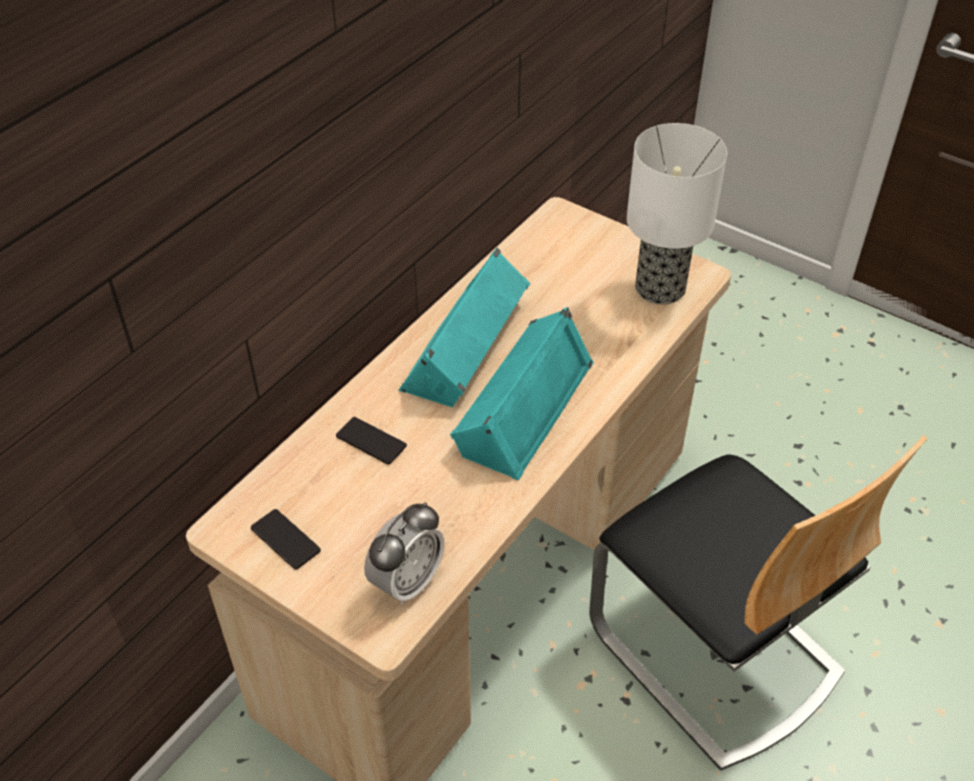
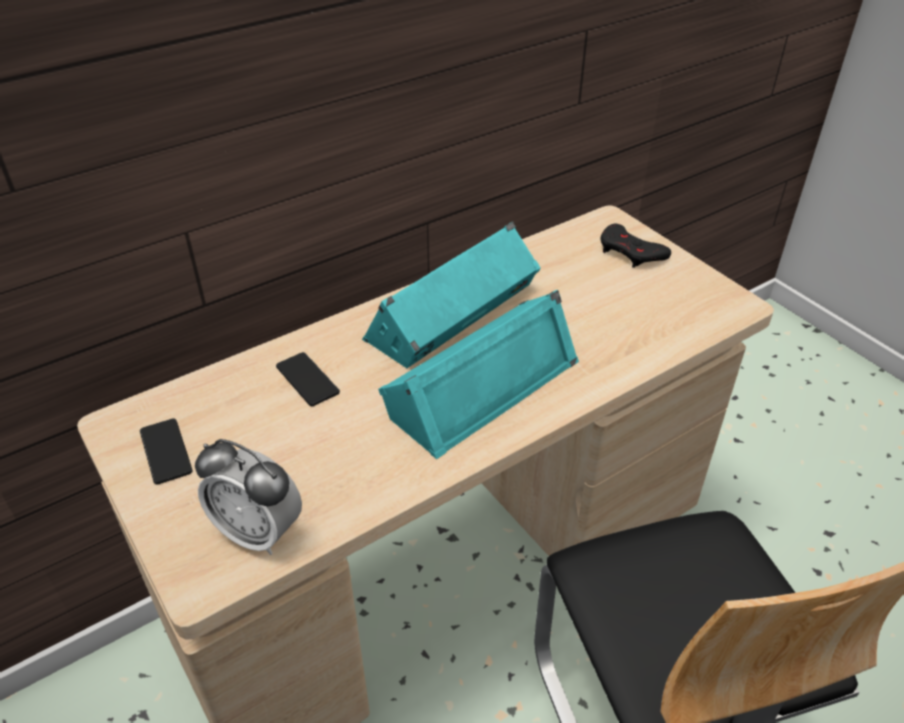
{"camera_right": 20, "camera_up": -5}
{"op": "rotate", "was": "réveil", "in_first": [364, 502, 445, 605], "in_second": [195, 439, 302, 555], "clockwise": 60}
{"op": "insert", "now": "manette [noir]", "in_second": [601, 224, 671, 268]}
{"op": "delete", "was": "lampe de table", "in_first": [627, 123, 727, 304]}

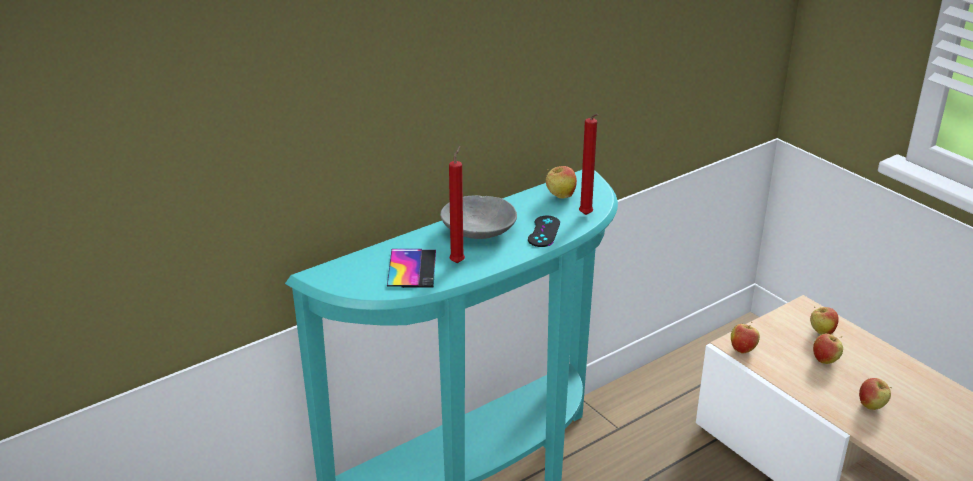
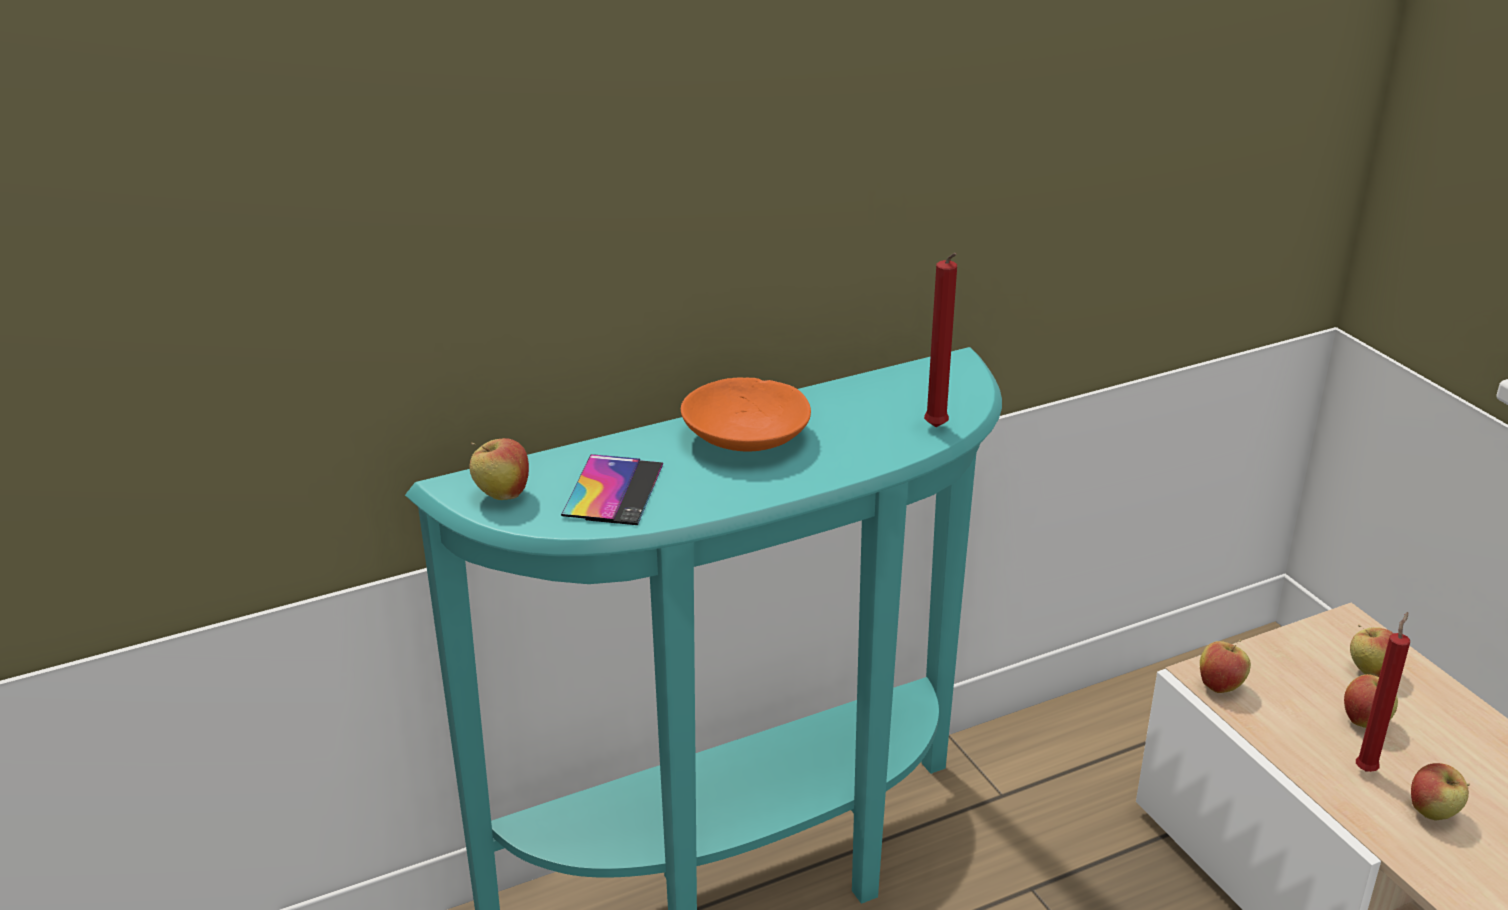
{"camera_right": 10, "camera_up": 0}
{"op": "move", "was": "pomme", "in_first": [546, 166, 577, 199], "in_second": [469, 438, 529, 500]}
{"op": "recolor", "was": "bol [gris]", "now": "bol [orange]", "in_first": [440, 195, 517, 239], "in_second": [681, 377, 811, 452]}
{"op": "move", "was": "bougie [rouge]", "in_first": [449, 146, 465, 263], "in_second": [1356, 612, 1410, 772]}
{"op": "delete", "was": "manette [noir]", "in_first": [528, 216, 560, 247]}

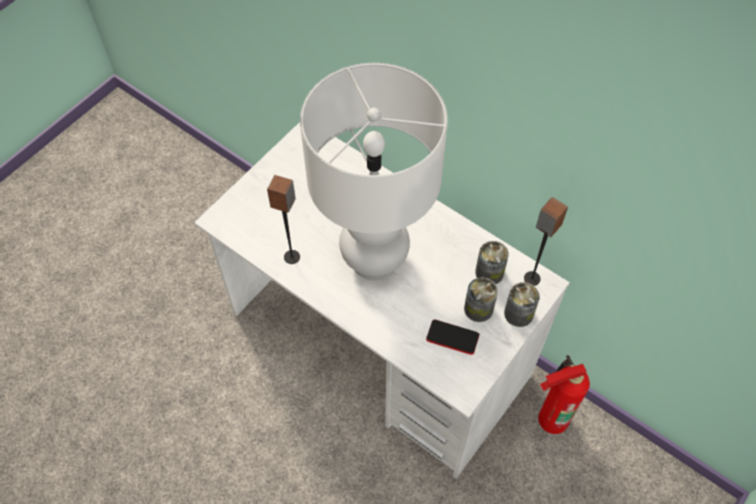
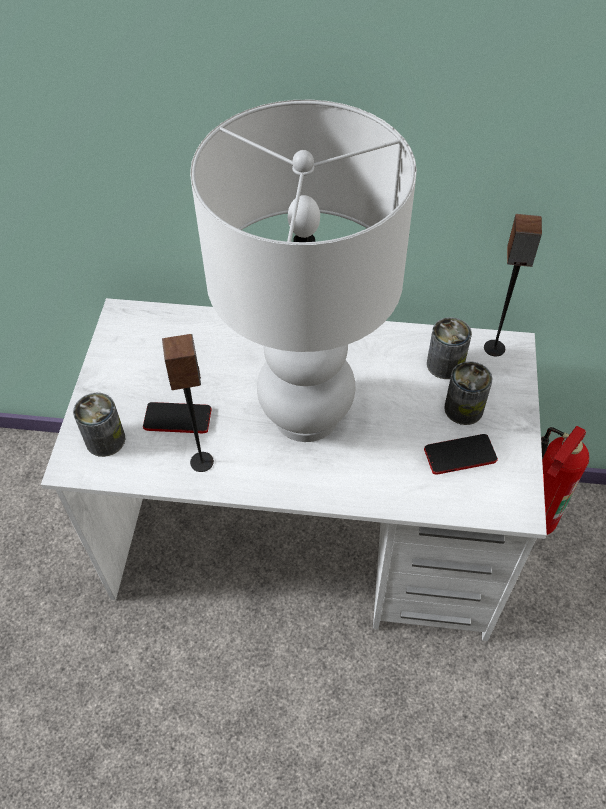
{"camera_right": -30, "camera_up": -5}
{"op": "move", "was": "boîte métallique", "in_first": [504, 282, 540, 327], "in_second": [73, 393, 125, 457]}
{"op": "insert", "now": "téléphone", "in_second": [143, 402, 212, 433]}

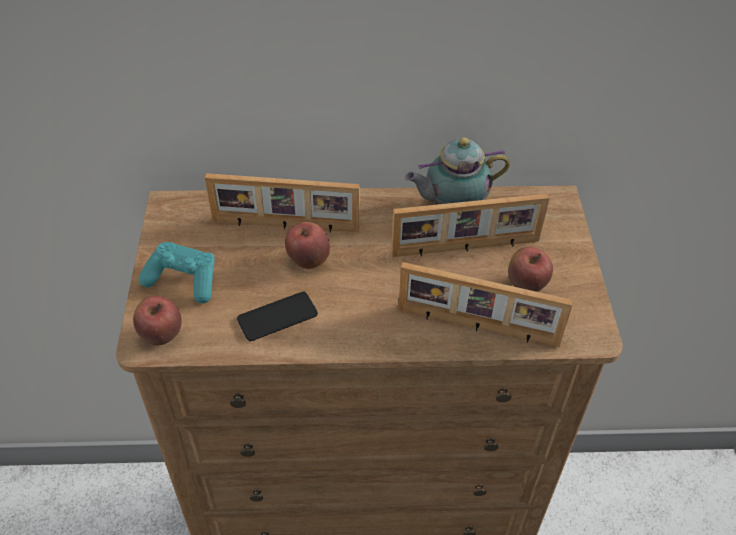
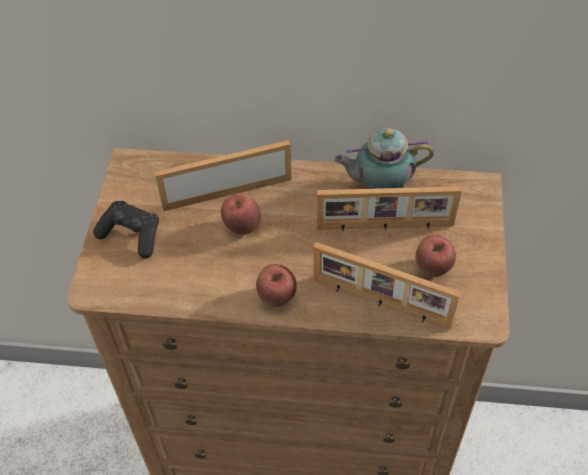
{"camera_right": 10, "camera_up": 5}
{"op": "recolor", "was": "manette [turquoise]", "now": "manette [noir]", "in_first": [139, 242, 215, 303], "in_second": [93, 201, 159, 259]}
{"op": "rotate", "was": "cadre photo", "in_first": [205, 173, 360, 233], "in_second": [154, 140, 292, 211], "clockwise": 150}
{"op": "move", "was": "pomme", "in_first": [133, 296, 182, 346], "in_second": [256, 264, 297, 307]}
{"op": "delete", "was": "téléphone", "in_first": [237, 292, 318, 341]}

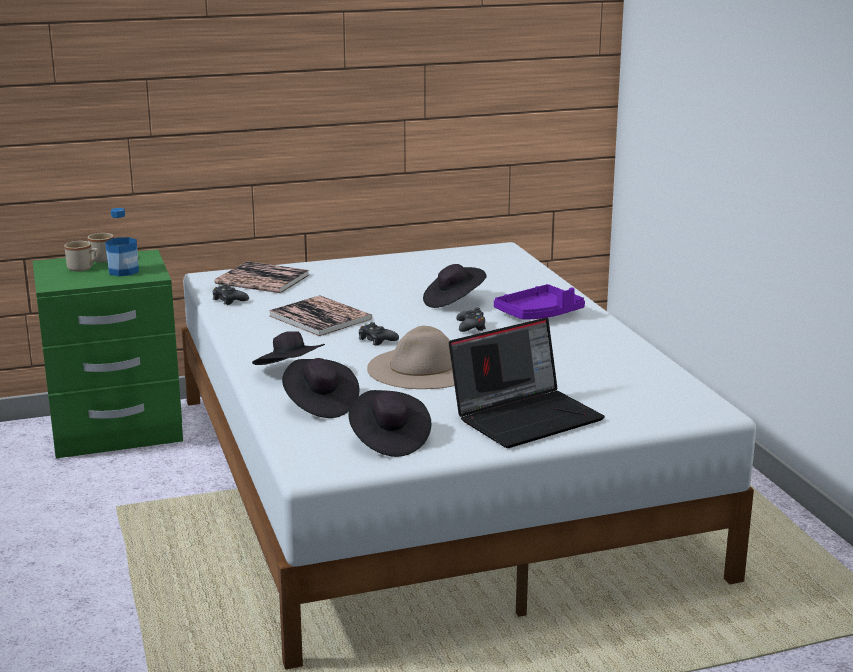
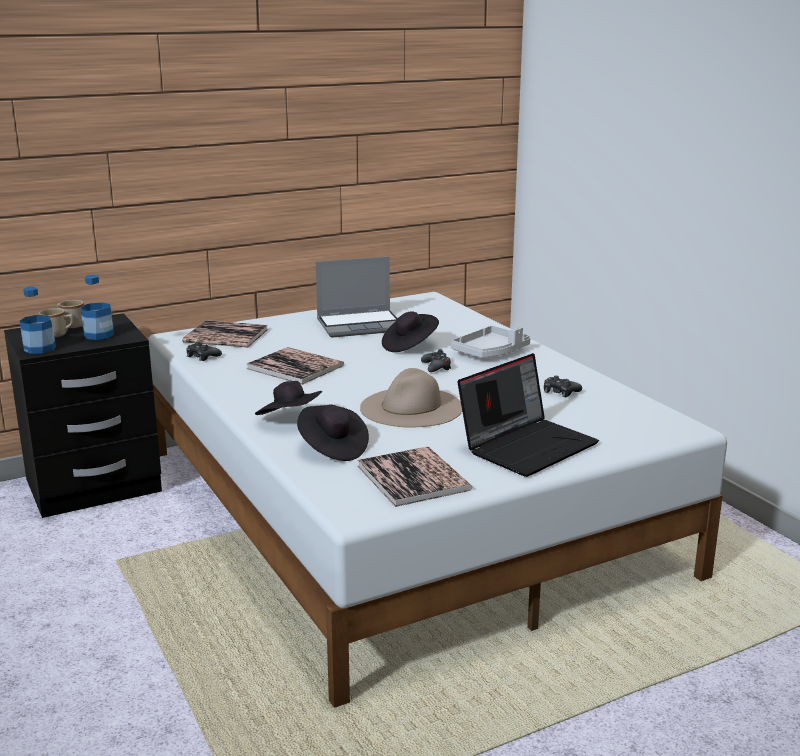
{"camera_right": -10, "camera_up": 0}
{"op": "recolor", "was": "table de chevet [vert]", "now": "table de chevet [noir]", "in_first": [33, 249, 183, 458], "in_second": [4, 313, 162, 518]}
{"op": "insert", "now": "bouteille", "in_second": [20, 286, 56, 354]}
{"op": "insert", "now": "ordinateur portable", "in_second": [316, 257, 398, 338]}
{"op": "replace", "was": "chapeau [noir]", "now": "livre", "in_first": [349, 390, 431, 457], "in_second": [358, 447, 472, 507]}
{"op": "recolor", "was": "plateau [violet]", "now": "plateau [gris]", "in_first": [494, 284, 585, 320], "in_second": [451, 326, 531, 358]}
{"op": "move", "was": "manette [noir]", "in_first": [359, 322, 399, 346], "in_second": [544, 376, 582, 397]}

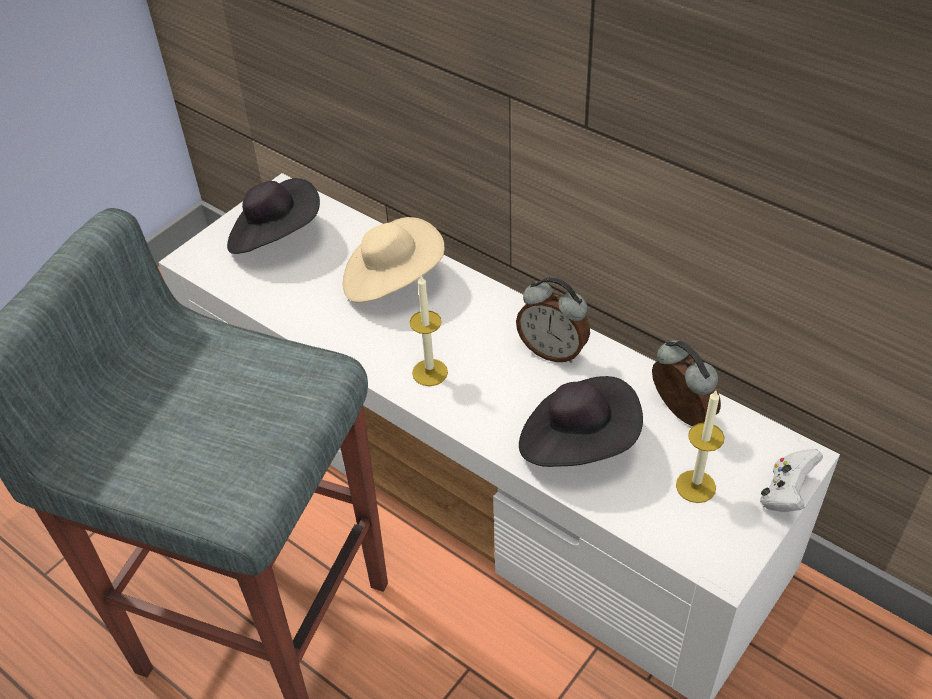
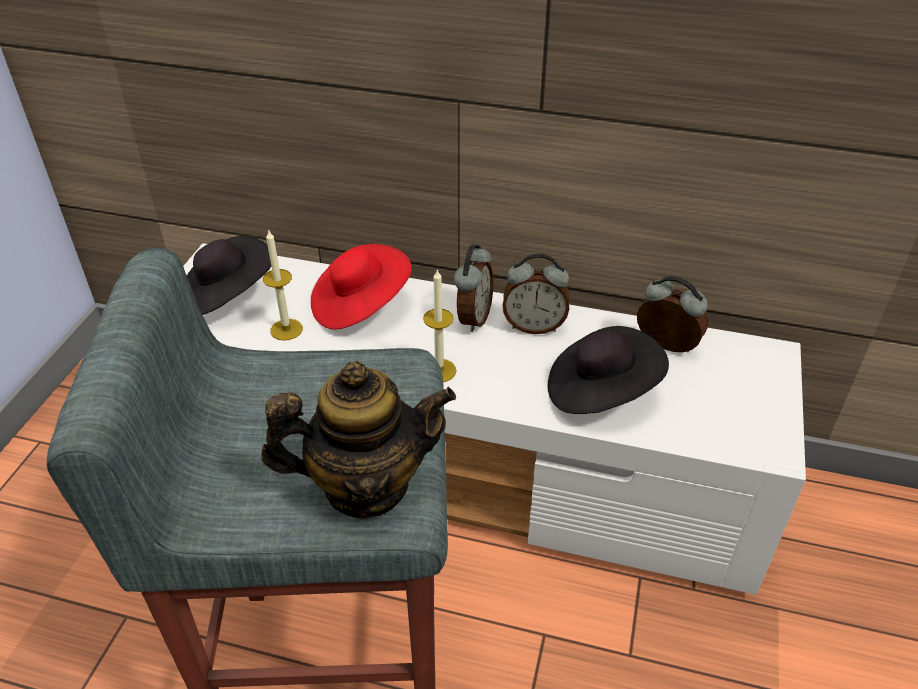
{"camera_right": -25, "camera_up": -5}
{"op": "insert", "now": "théière", "in_second": [262, 361, 456, 519]}
{"op": "move", "was": "bougie", "in_first": [676, 391, 724, 503], "in_second": [263, 229, 303, 341]}
{"op": "recolor", "was": "chapeau [beige]", "now": "chapeau [rouge]", "in_first": [343, 217, 445, 302], "in_second": [311, 244, 412, 329]}
{"op": "insert", "now": "réveil", "in_second": [454, 245, 494, 332]}
{"op": "delete", "was": "manette [blanc]", "in_first": [760, 449, 823, 512]}

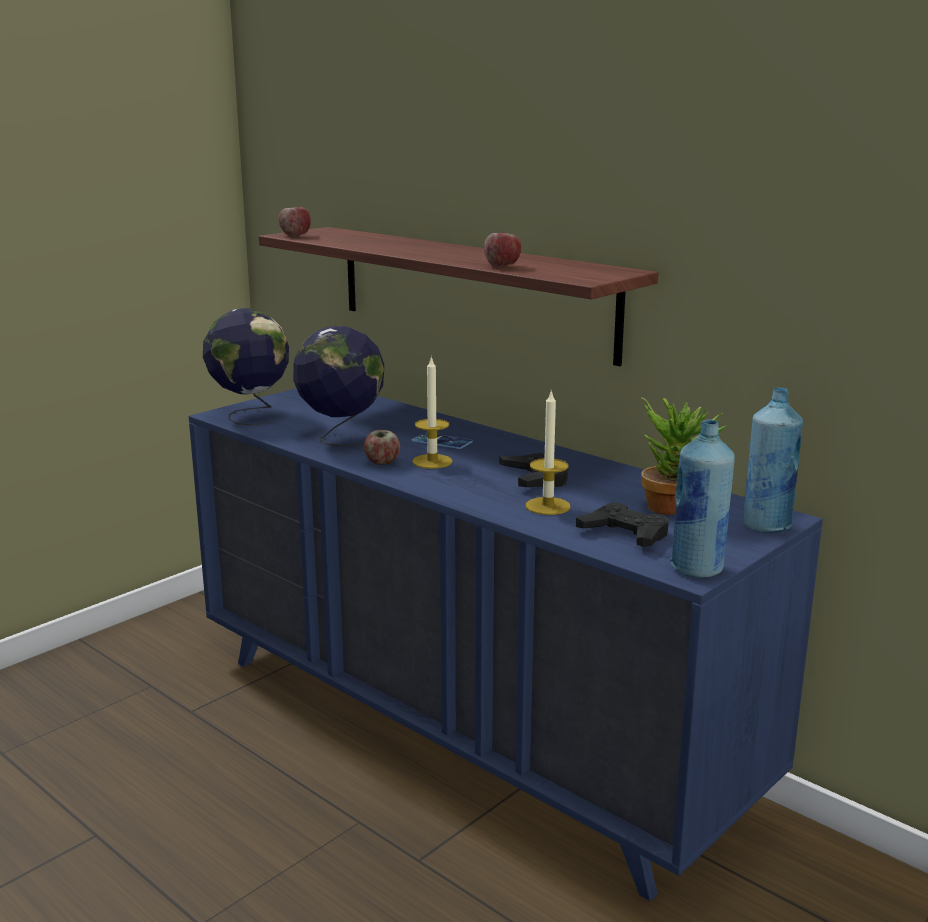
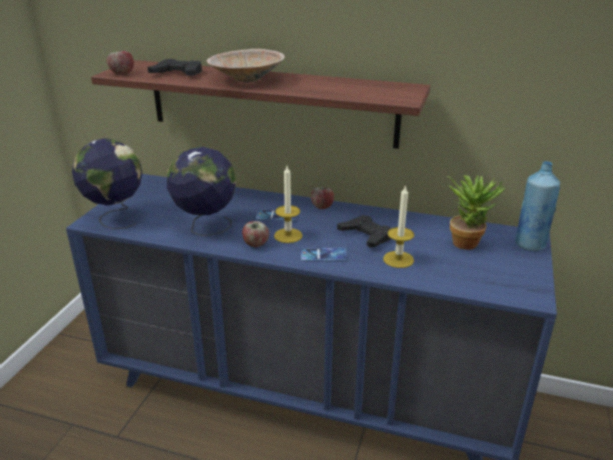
{"camera_right": -25, "camera_up": 10}
{"op": "move", "was": "manette [noir]", "in_first": [576, 503, 669, 547], "in_second": [147, 59, 202, 76]}
{"op": "insert", "now": "bol [beige]", "in_second": [207, 49, 285, 82]}
{"op": "insert", "now": "téléphone", "in_second": [301, 248, 347, 261]}
{"op": "move", "was": "pomme", "in_first": [484, 233, 521, 267], "in_second": [311, 187, 334, 209]}
{"op": "delete", "was": "bouteille [bleu]", "in_first": [670, 419, 735, 578]}

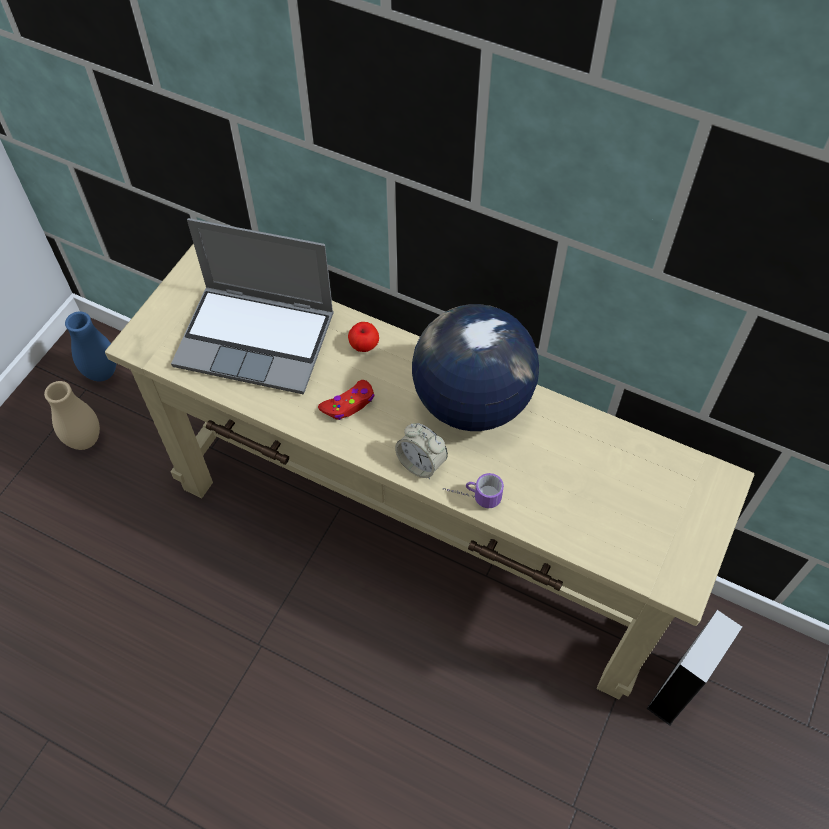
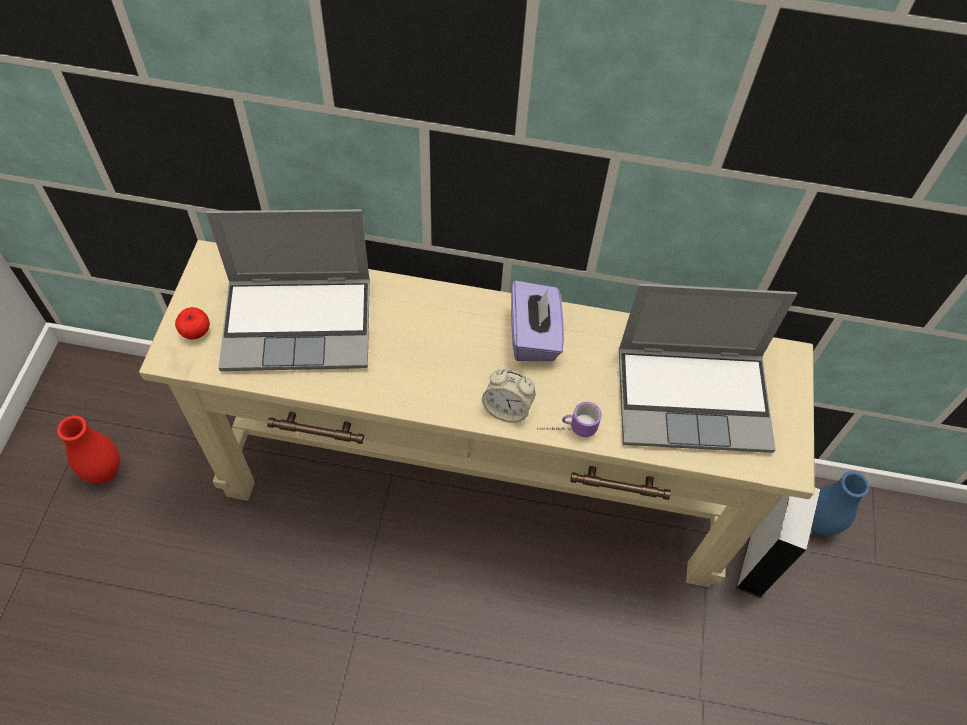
{"camera_right": -20, "camera_up": 0}
{"op": "recolor", "was": "vase [beige]", "now": "vase [rouge]", "in_first": [44, 381, 100, 450], "in_second": [57, 415, 120, 484]}
{"op": "move", "was": "pomme", "in_first": [348, 322, 379, 352], "in_second": [175, 307, 210, 339]}
{"op": "replace", "was": "globe", "now": "boîte à mouchoirs [violet]", "in_first": [412, 304, 539, 431], "in_second": [511, 281, 564, 361]}
{"op": "insert", "now": "ordinateur portable", "in_second": [619, 283, 797, 453]}
{"op": "move", "was": "vase [bleu]", "in_first": [65, 311, 117, 382], "in_second": [811, 471, 870, 536]}
{"op": "delete", "was": "manette [rouge]", "in_first": [318, 380, 374, 420]}

